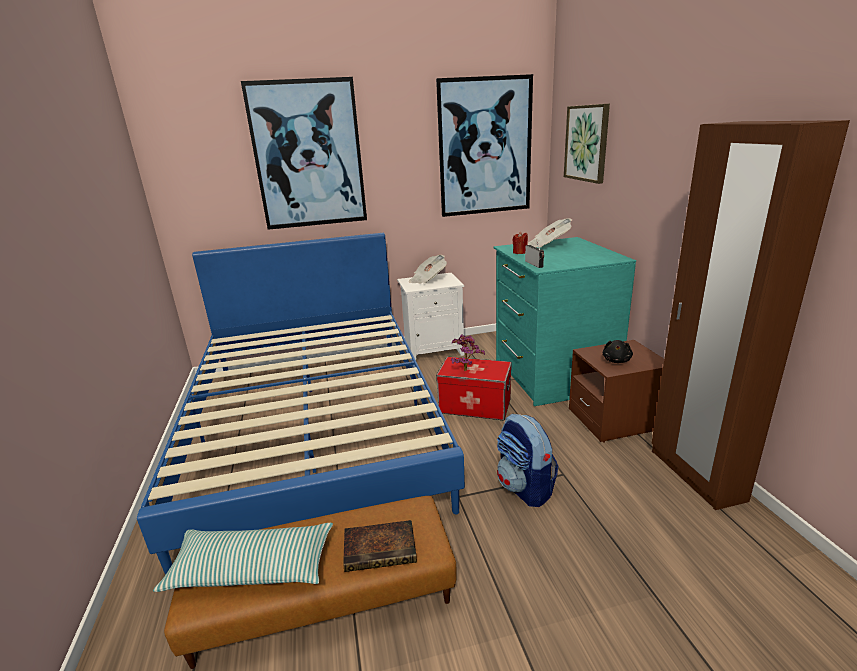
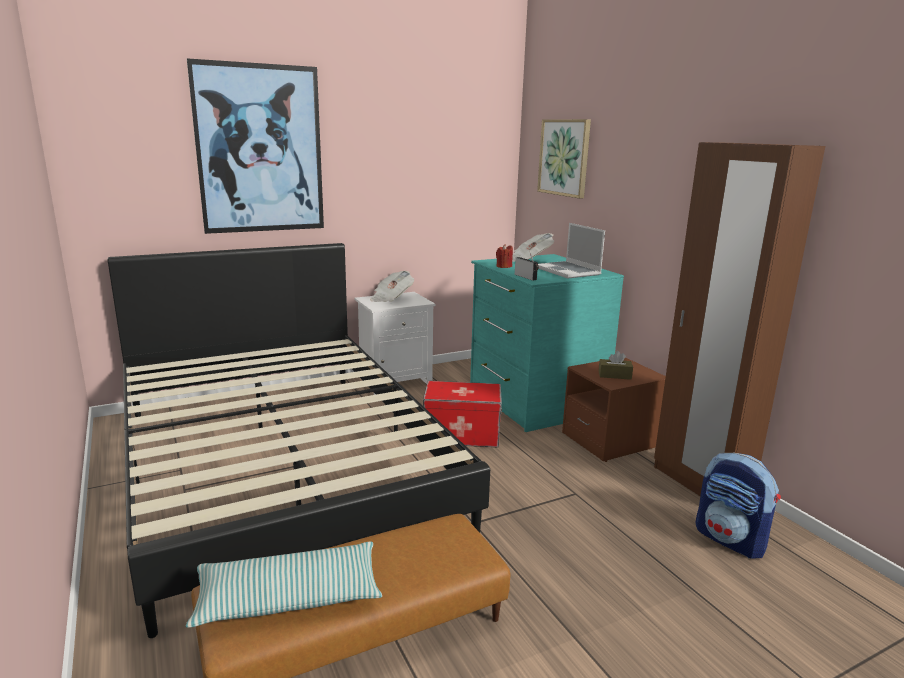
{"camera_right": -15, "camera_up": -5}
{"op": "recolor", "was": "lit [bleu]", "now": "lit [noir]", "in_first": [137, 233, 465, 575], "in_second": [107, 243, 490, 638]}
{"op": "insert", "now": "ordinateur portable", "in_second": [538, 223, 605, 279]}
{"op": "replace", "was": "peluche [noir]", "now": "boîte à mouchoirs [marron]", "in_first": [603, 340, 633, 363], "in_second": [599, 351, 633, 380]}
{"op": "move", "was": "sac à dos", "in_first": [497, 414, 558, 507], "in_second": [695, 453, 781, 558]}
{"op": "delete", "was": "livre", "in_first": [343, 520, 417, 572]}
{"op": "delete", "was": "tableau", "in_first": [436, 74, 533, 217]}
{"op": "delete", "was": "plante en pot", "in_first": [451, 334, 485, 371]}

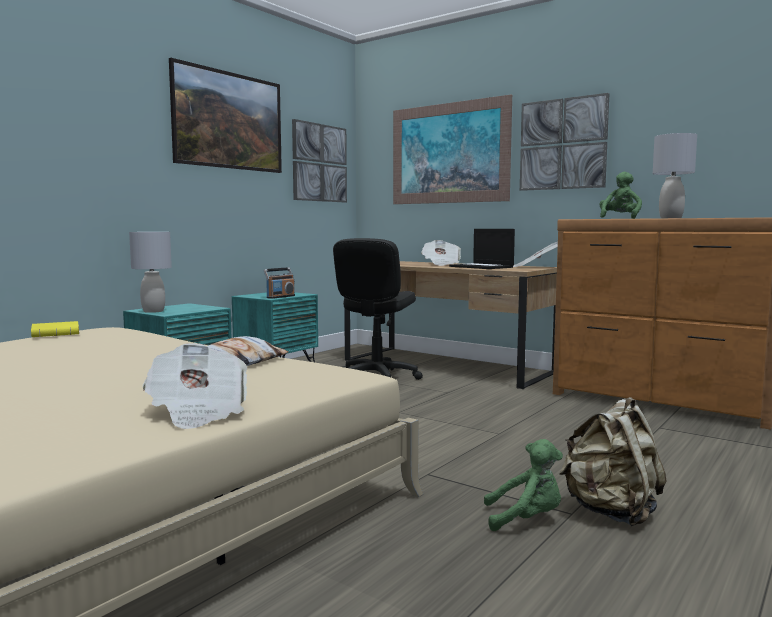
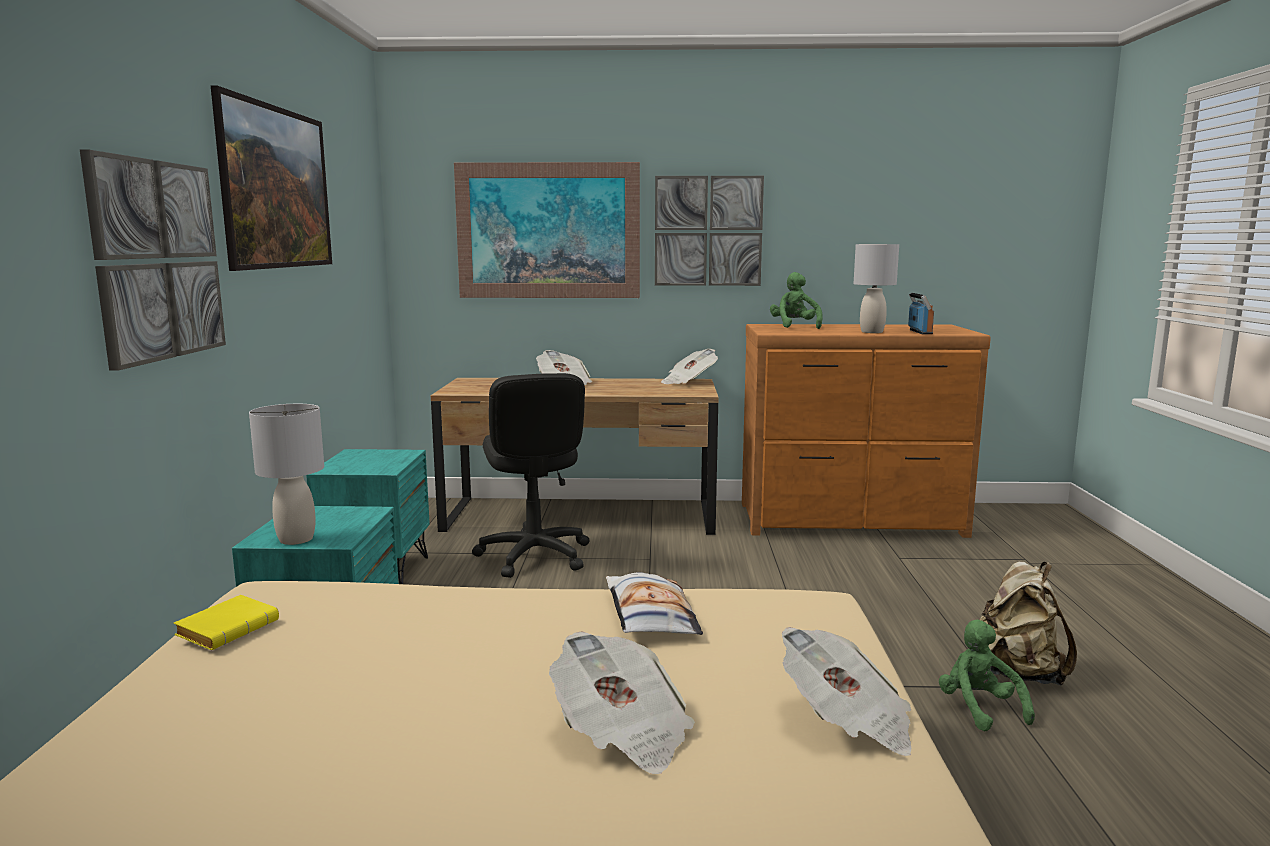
{"camera_right": -35, "camera_up": 5}
{"op": "move", "was": "tableau", "in_first": [292, 119, 347, 202], "in_second": [80, 150, 226, 371]}
{"op": "insert", "now": "journal", "in_second": [549, 632, 695, 774]}
{"op": "move", "was": "radio", "in_first": [263, 267, 295, 299], "in_second": [908, 293, 934, 334]}
{"op": "rotate", "was": "peluche [vert]", "in_first": [484, 439, 563, 531], "in_second": [939, 620, 1035, 732], "clockwise": -75}
{"op": "delete", "was": "ordinateur portable", "in_first": [449, 229, 515, 269]}

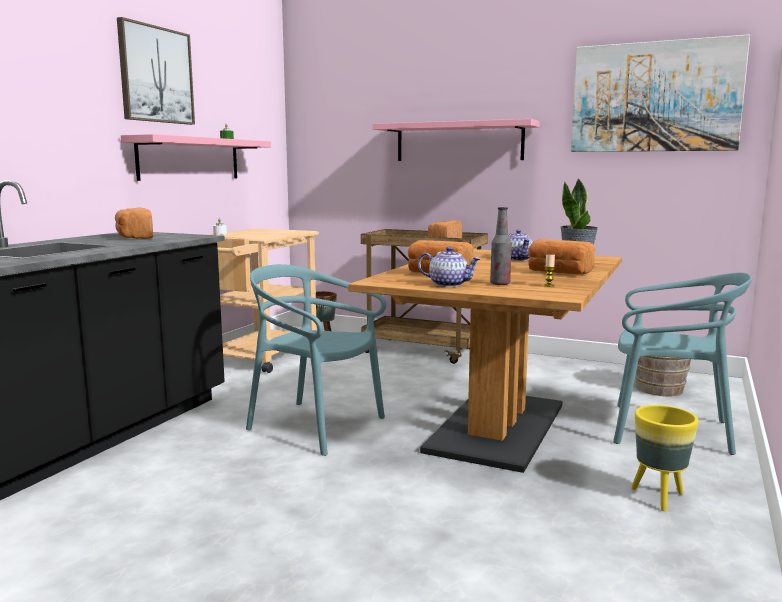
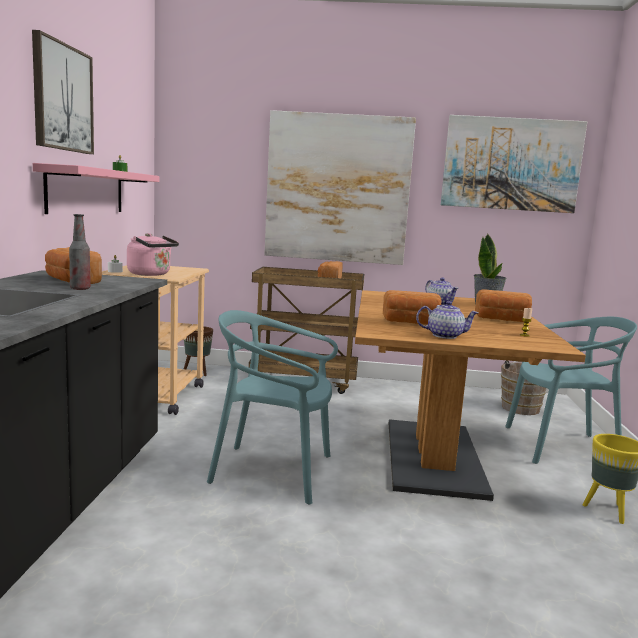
{"camera_right": -20, "camera_up": 0}
{"op": "move", "was": "bouteille", "in_first": [490, 207, 512, 285], "in_second": [69, 214, 91, 290]}
{"op": "insert", "now": "bouilloire [rose]", "in_second": [127, 233, 179, 276]}
{"op": "replace", "was": "étagère [rose]", "now": "tableau", "in_first": [373, 119, 540, 161], "in_second": [264, 110, 416, 265]}

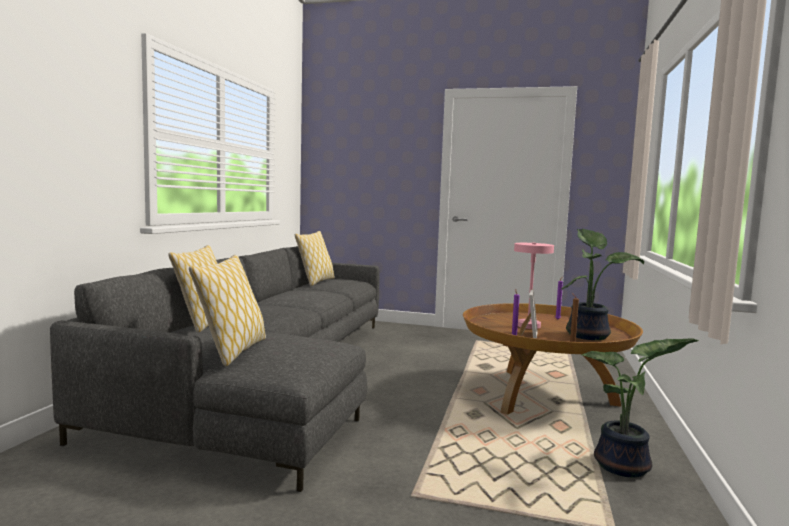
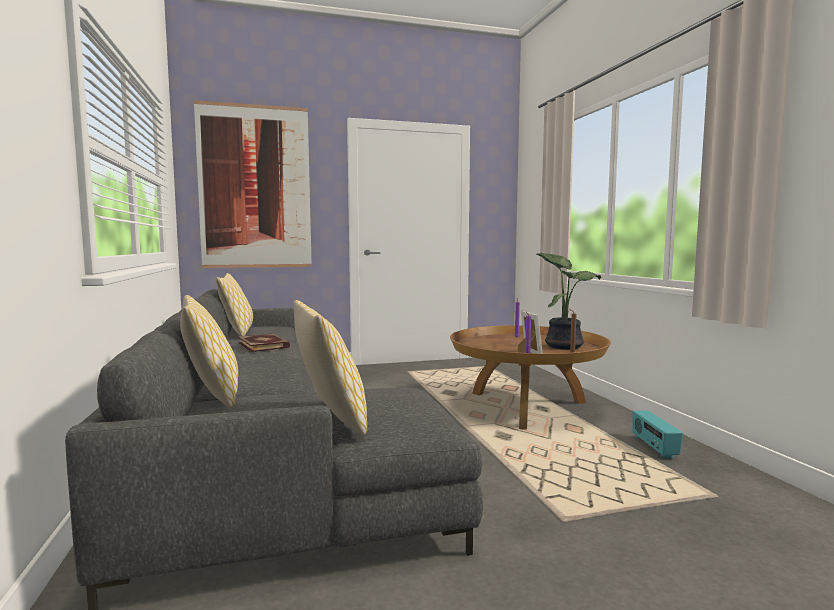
{"camera_right": -30, "camera_up": 0}
{"op": "insert", "now": "tableau", "in_second": [194, 100, 312, 268]}
{"op": "insert", "now": "livre", "in_second": [238, 334, 290, 352]}
{"op": "replace", "was": "plante en pot", "now": "radio", "in_first": [582, 339, 699, 478], "in_second": [632, 410, 683, 459]}
{"op": "delete", "was": "lampe de table [rose]", "in_first": [514, 243, 554, 329]}

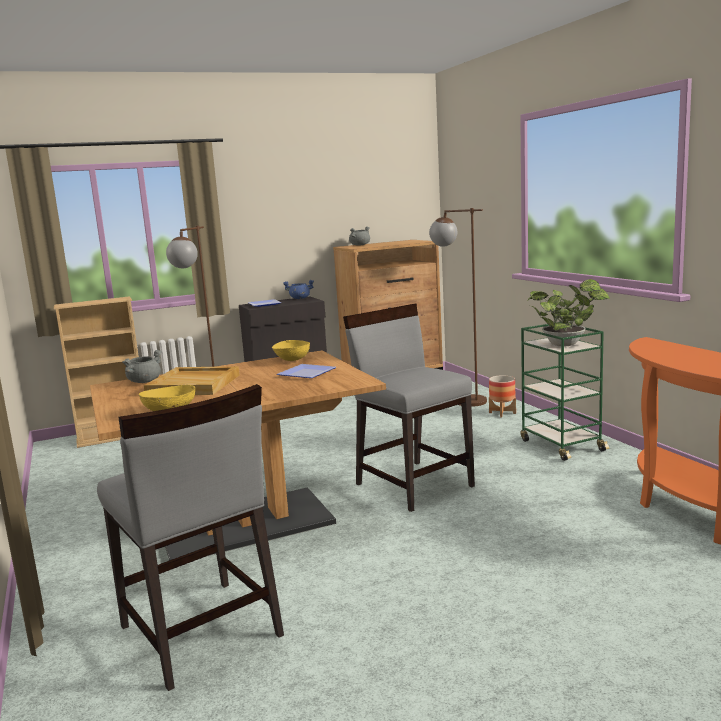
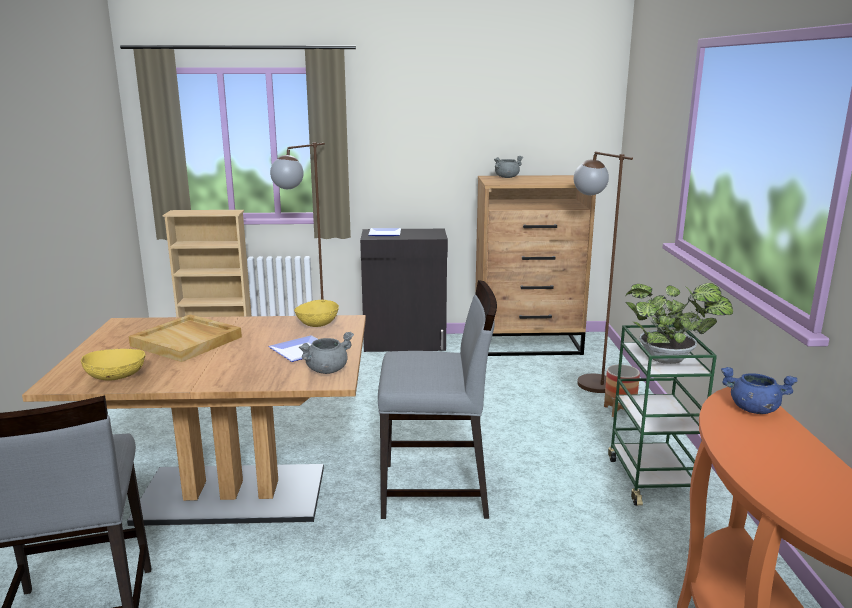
{"camera_right": 20, "camera_up": 5}
{"op": "move", "was": "marmite [gris]", "in_first": [122, 350, 162, 383], "in_second": [299, 332, 354, 374]}
{"op": "rotate", "was": "chaise [gris]", "in_first": [343, 304, 475, 512], "in_second": [378, 280, 497, 519], "clockwise": 105}
{"op": "move", "was": "marmite [bleu]", "in_first": [283, 280, 314, 299], "in_second": [721, 367, 798, 414]}

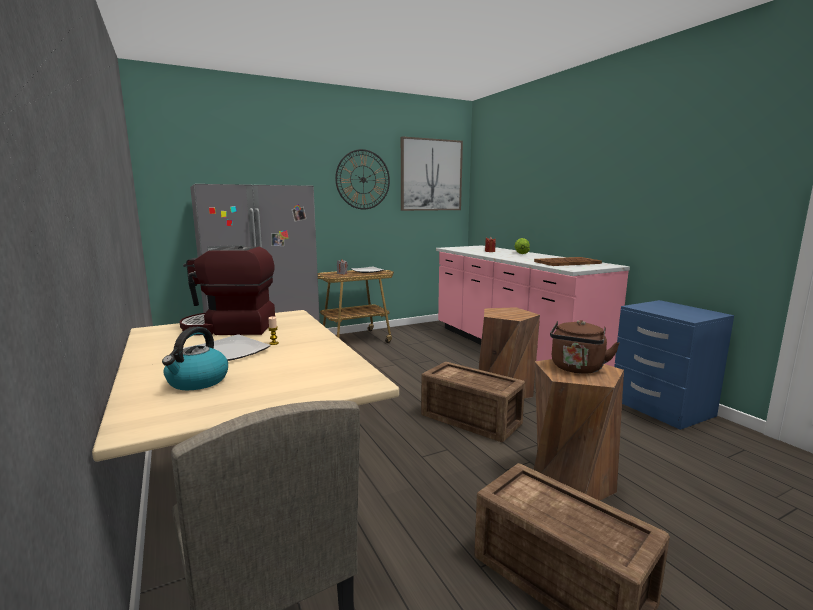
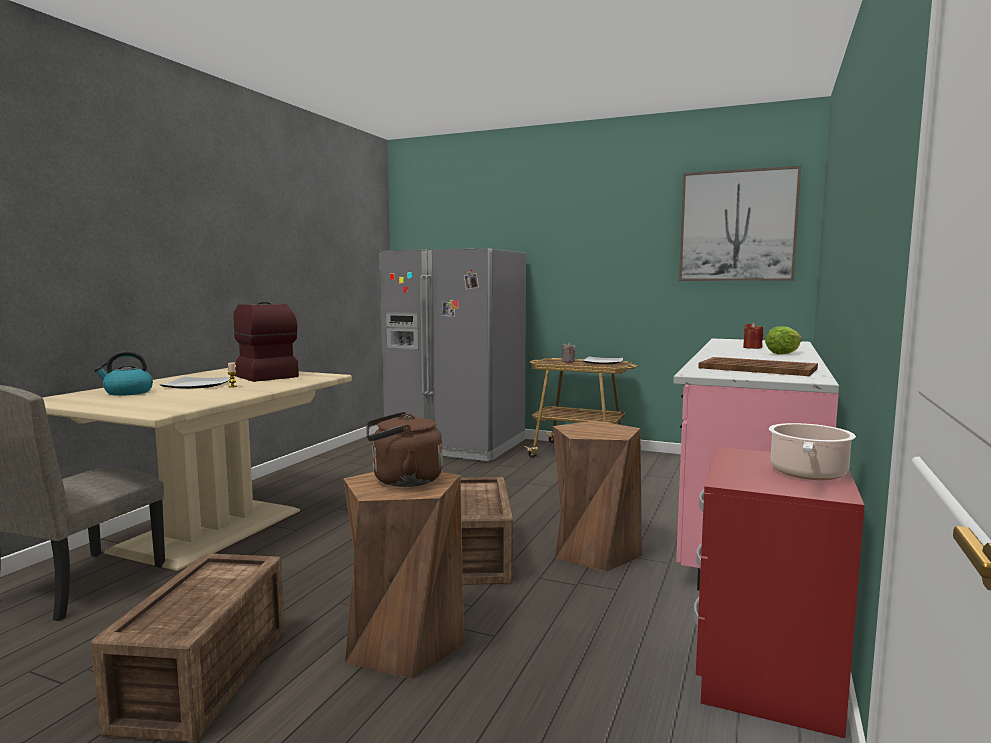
{"camera_right": 50, "camera_up": -5}
{"op": "recolor", "was": "table de chevet [bleu]", "now": "table de chevet [rouge]", "in_first": [614, 300, 734, 430], "in_second": [694, 447, 865, 738]}
{"op": "insert", "now": "marmite", "in_second": [769, 423, 856, 480]}
{"op": "delete", "was": "horloge murale", "in_first": [335, 149, 390, 210]}

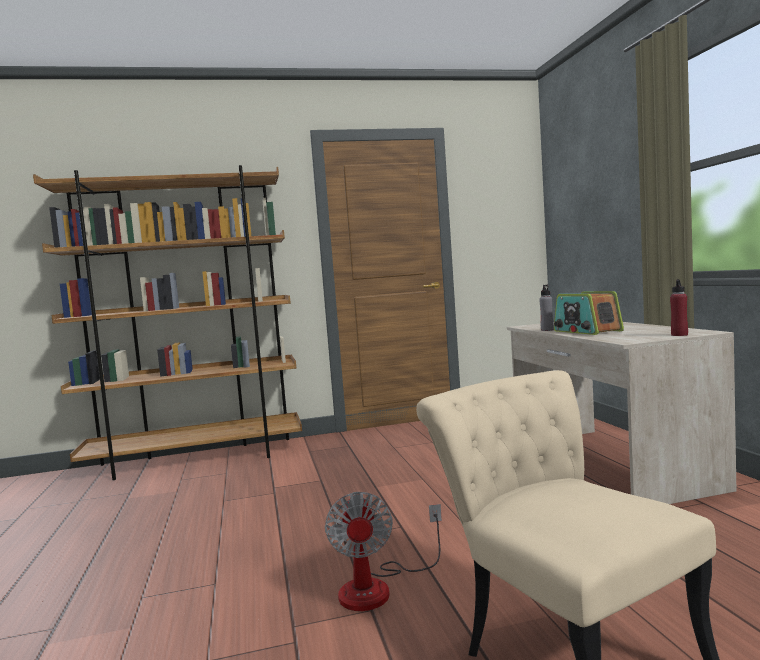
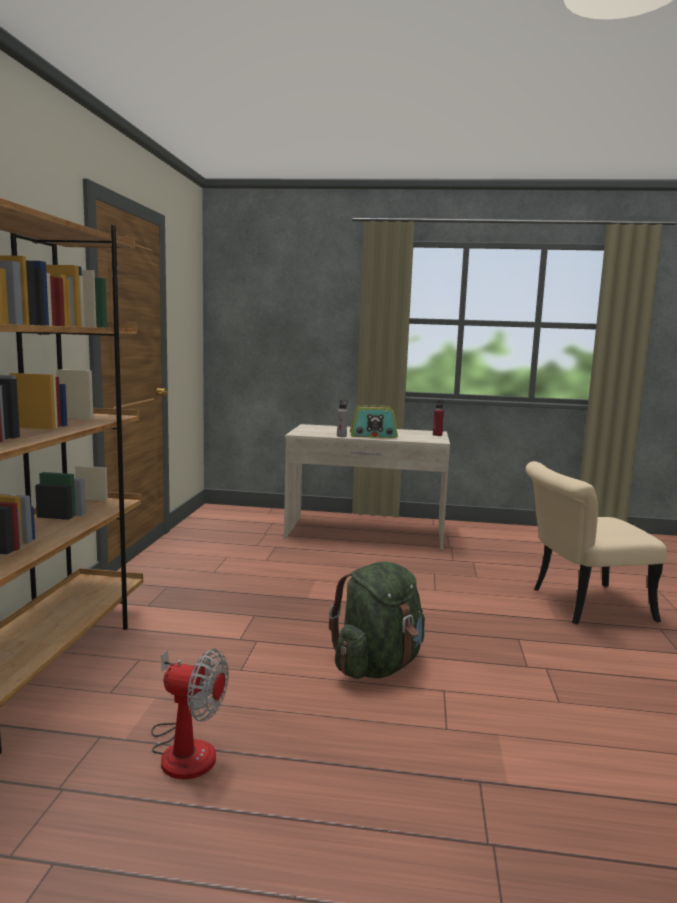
{"camera_right": -70, "camera_up": 5}
{"op": "move", "was": "ventilateur", "in_first": [325, 492, 442, 611], "in_second": [151, 649, 229, 779]}
{"op": "insert", "now": "sac à dos [vert]", "in_second": [329, 561, 425, 679]}

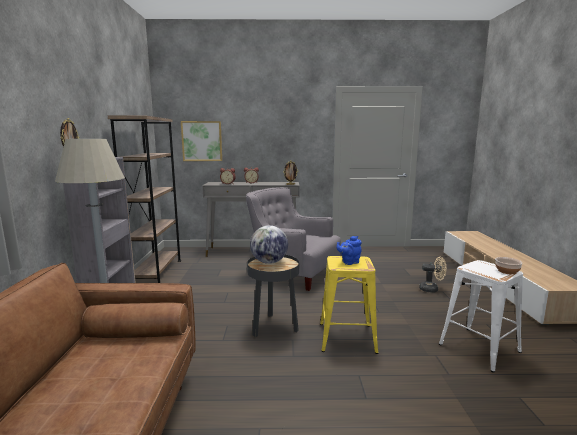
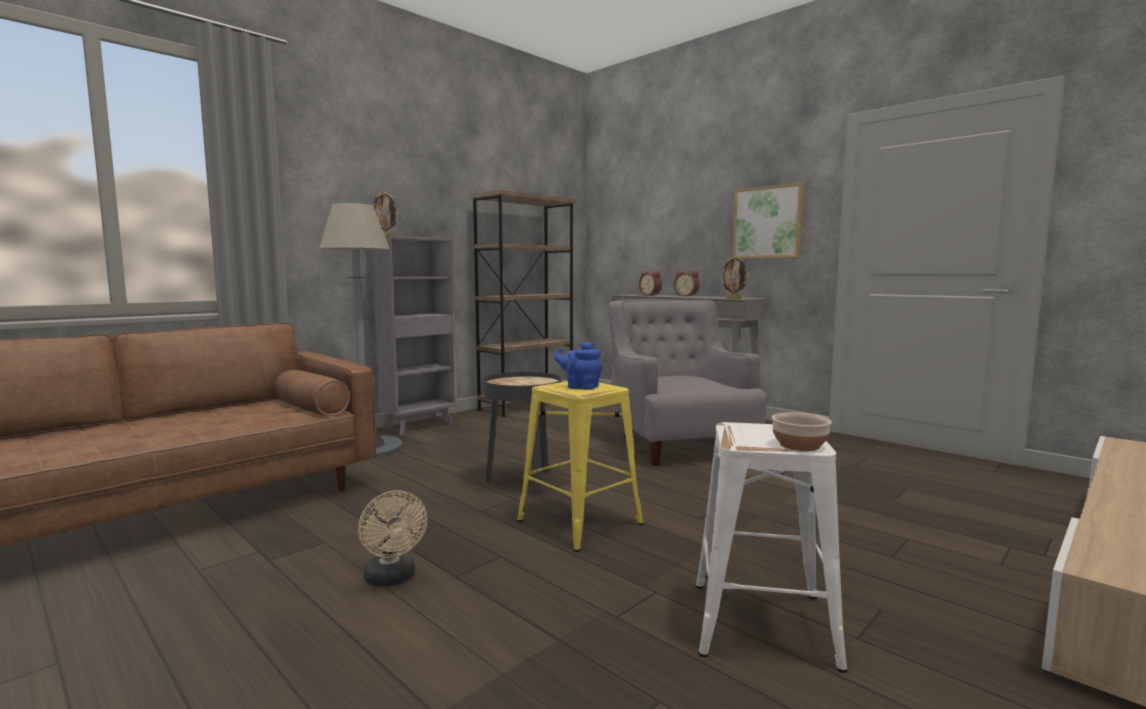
{"camera_right": 45, "camera_up": -5}
{"op": "move", "was": "ventilateur [beige]", "in_first": [419, 257, 446, 292], "in_second": [358, 490, 427, 587]}
{"op": "move", "was": "tableau", "in_first": [181, 121, 222, 161], "in_second": [732, 183, 804, 258]}
{"op": "delete", "was": "globe", "in_first": [250, 225, 288, 264]}

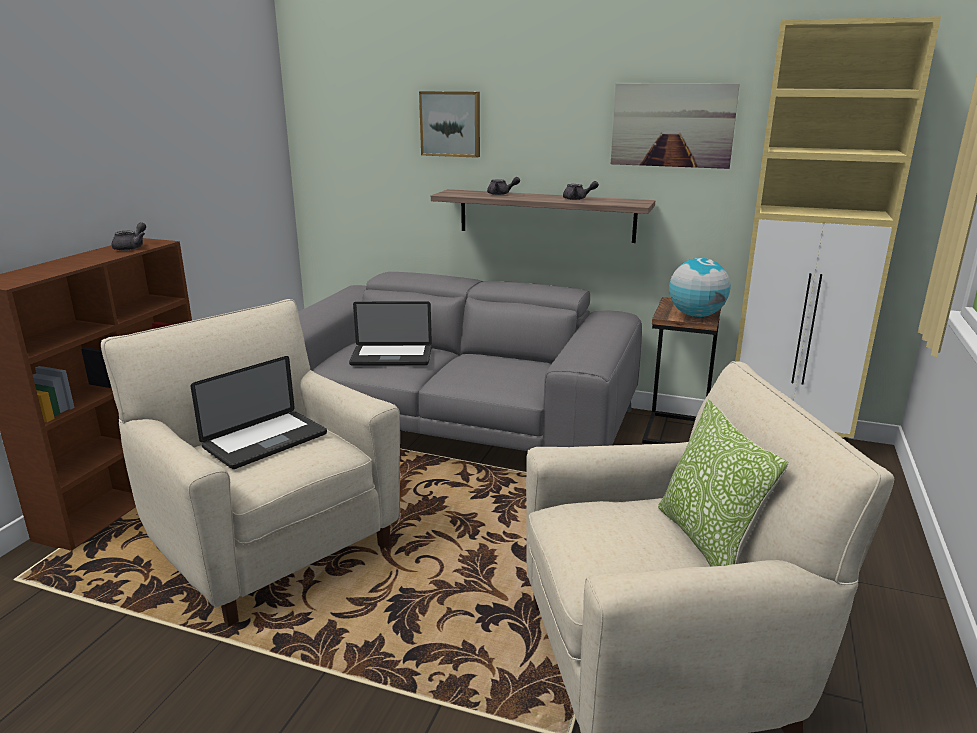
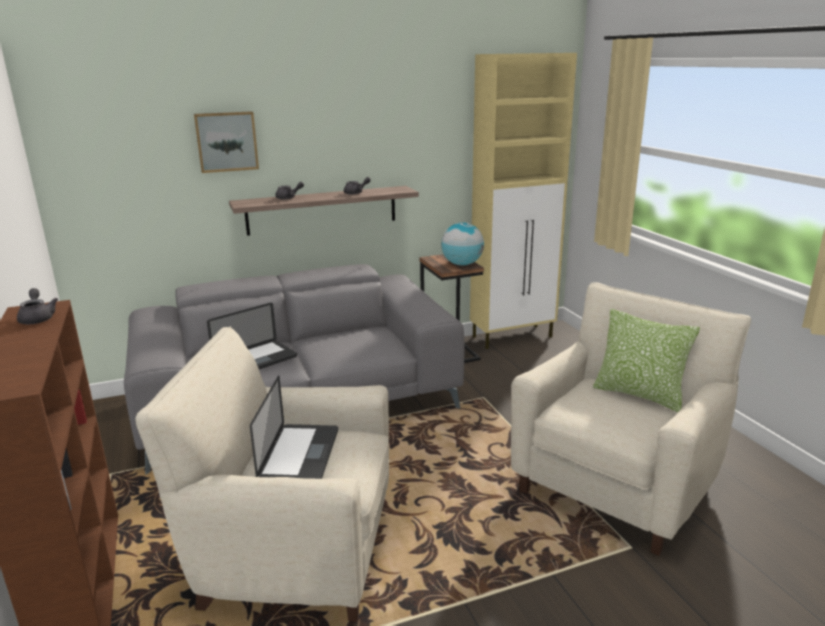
{"camera_right": -40, "camera_up": 0}
{"op": "delete", "was": "tableau", "in_first": [611, 83, 740, 169]}

